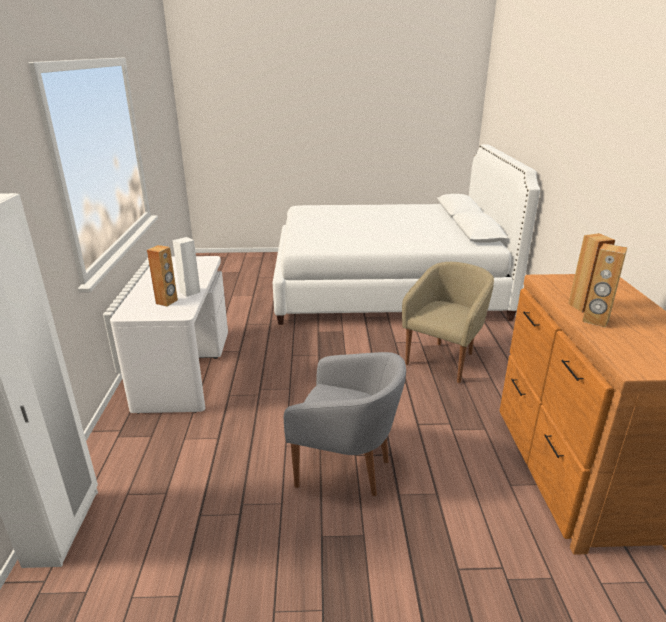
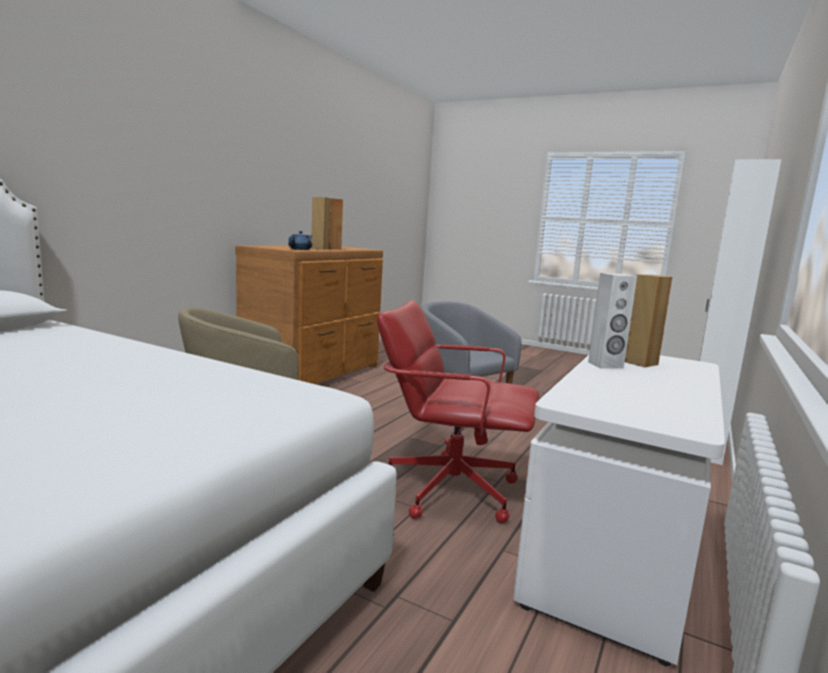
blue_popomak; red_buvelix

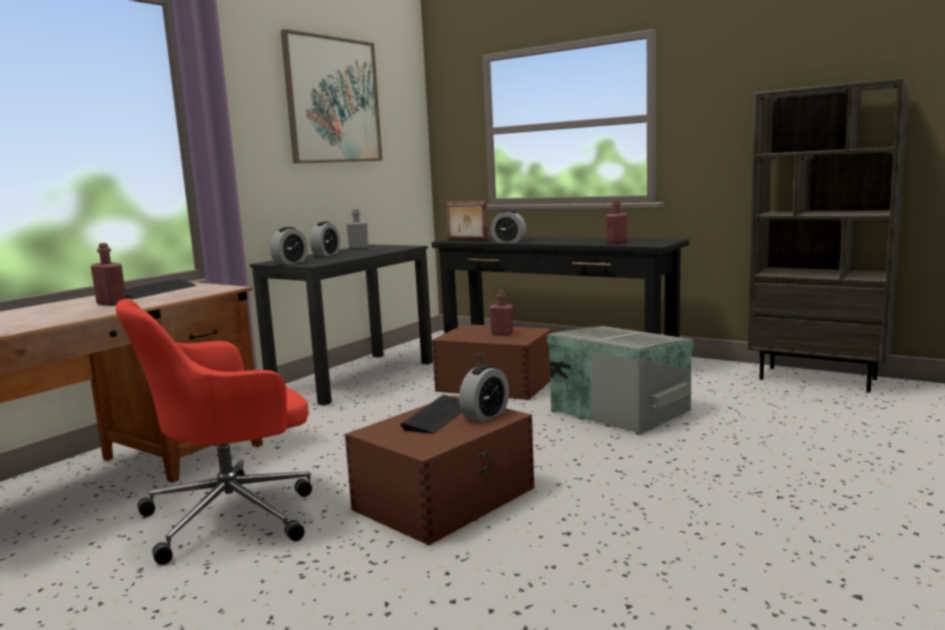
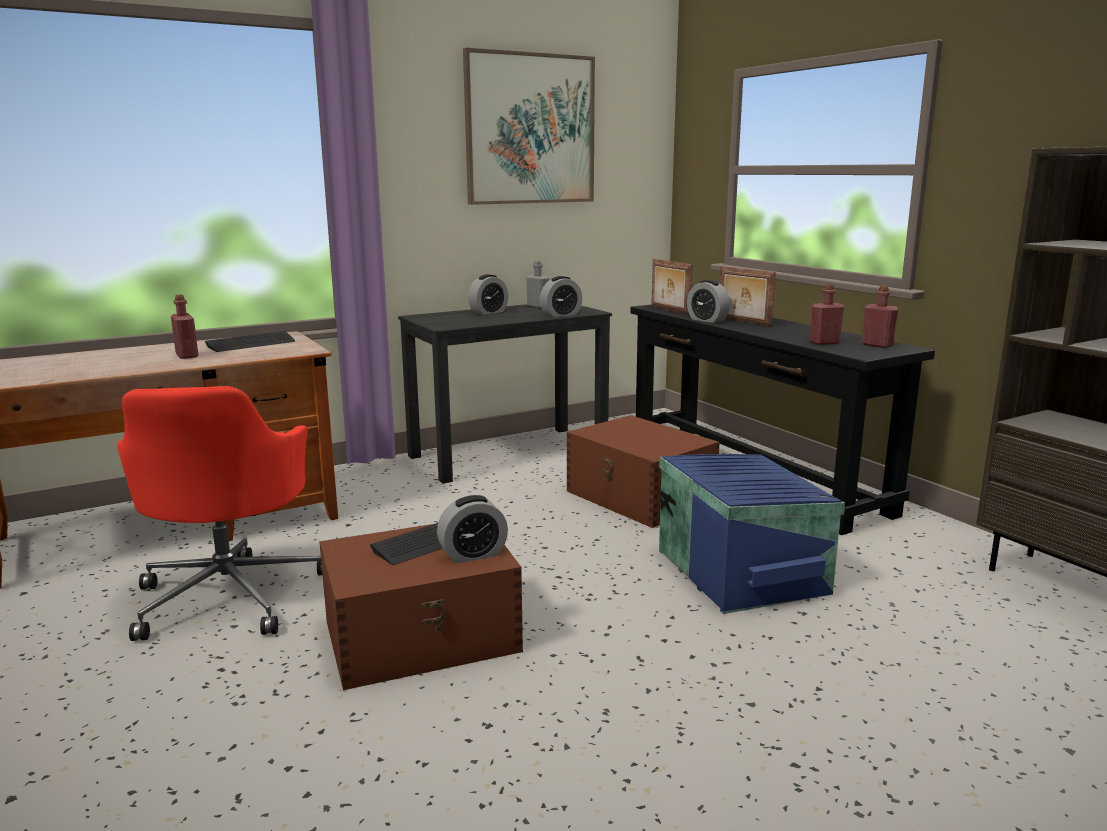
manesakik (2nd from left); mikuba (3rd from left); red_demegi (3rd from left); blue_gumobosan; red_buvelix

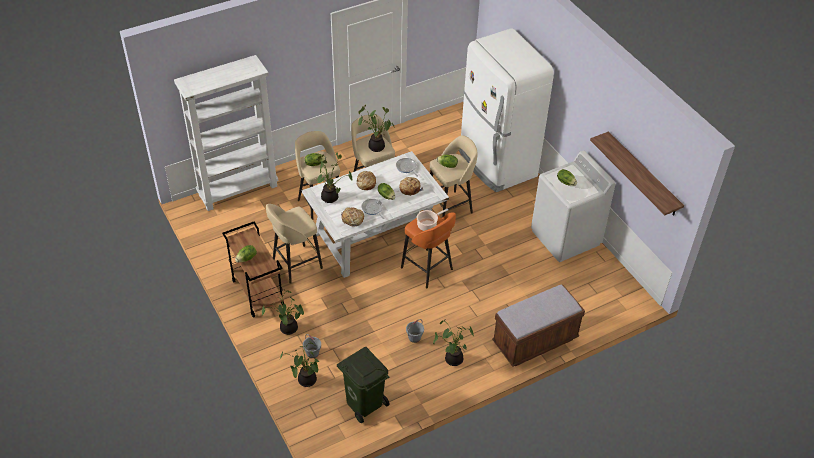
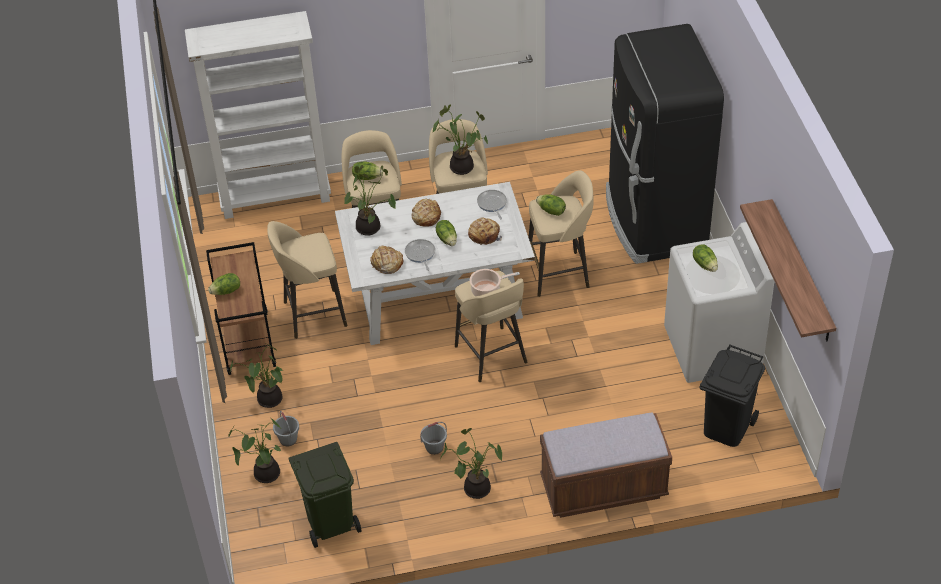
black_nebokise; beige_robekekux (4th from left); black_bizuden

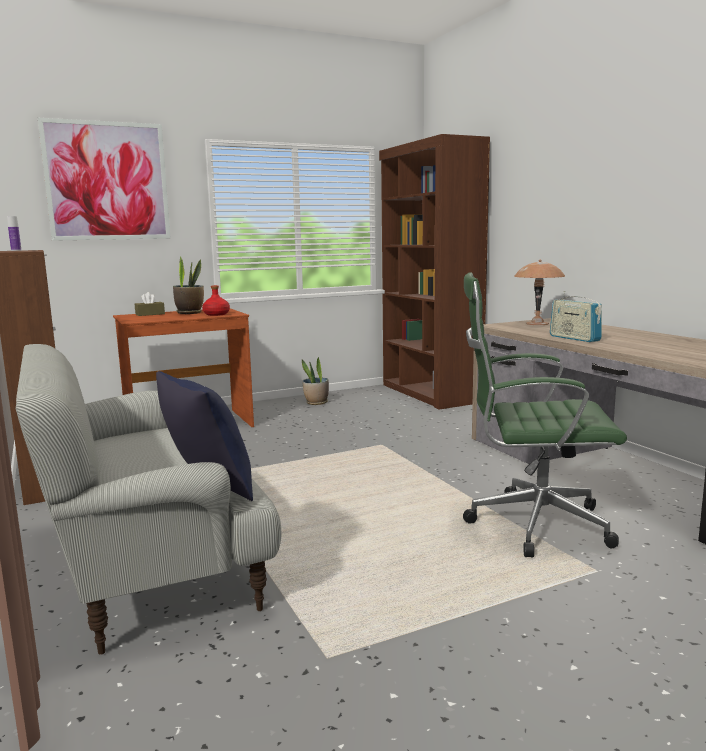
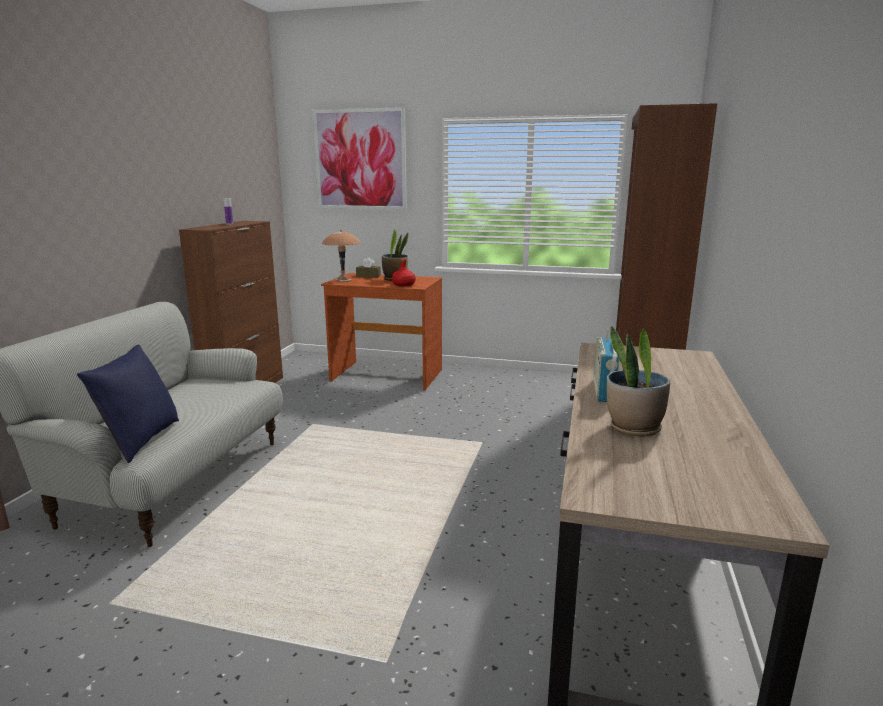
green_buvelix; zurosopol (2nd from left); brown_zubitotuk

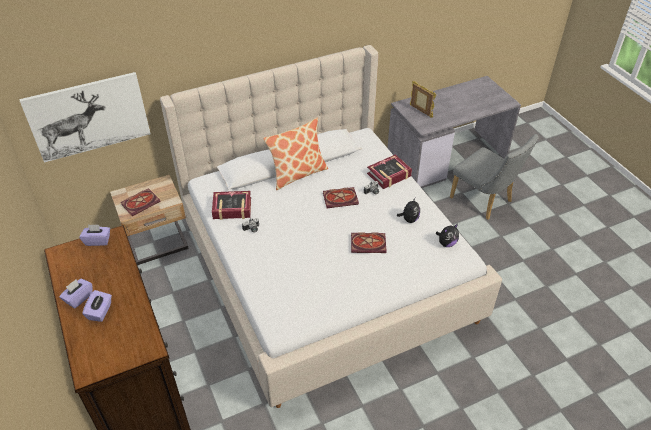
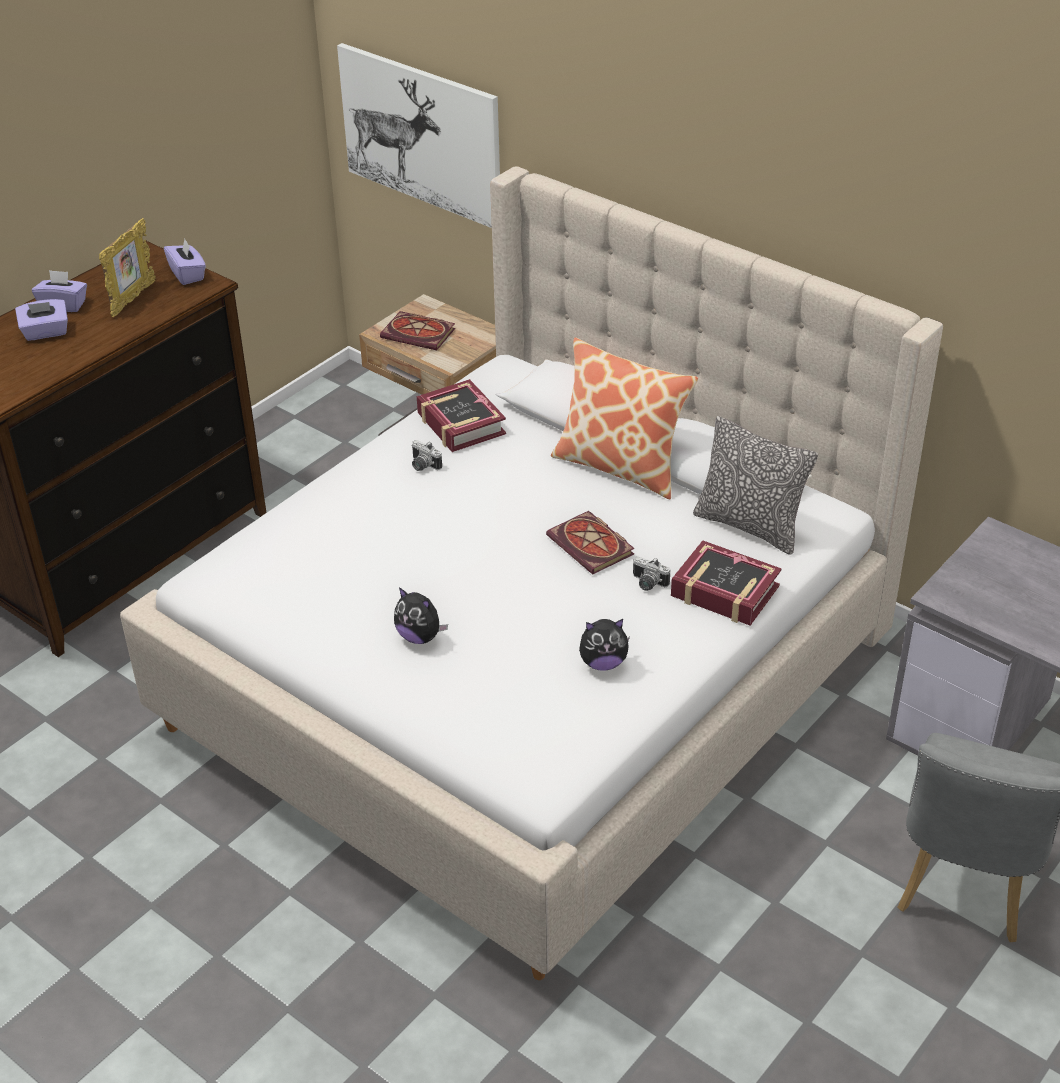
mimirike (4th from left in the first image); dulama (2nd from left); manesakik; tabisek (1st from left)

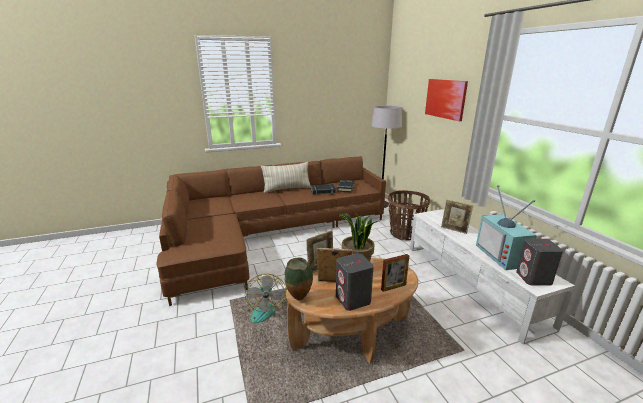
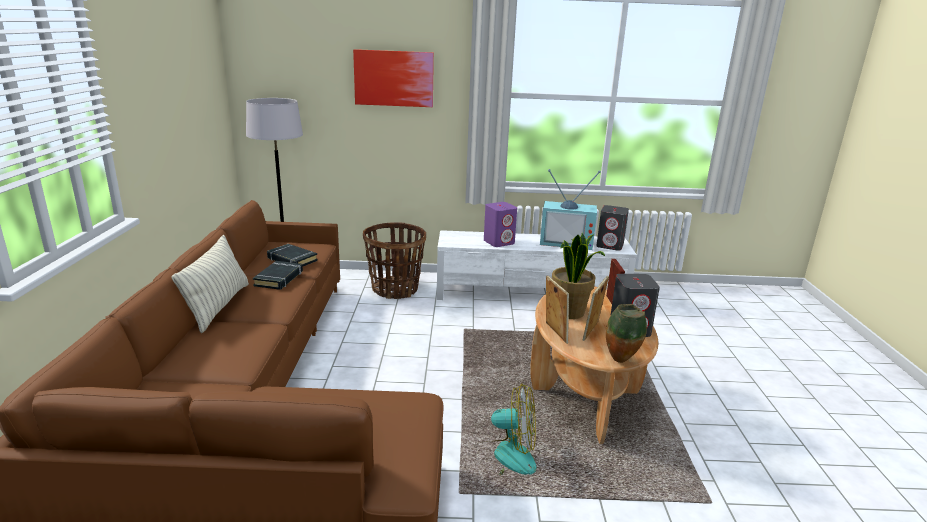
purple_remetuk

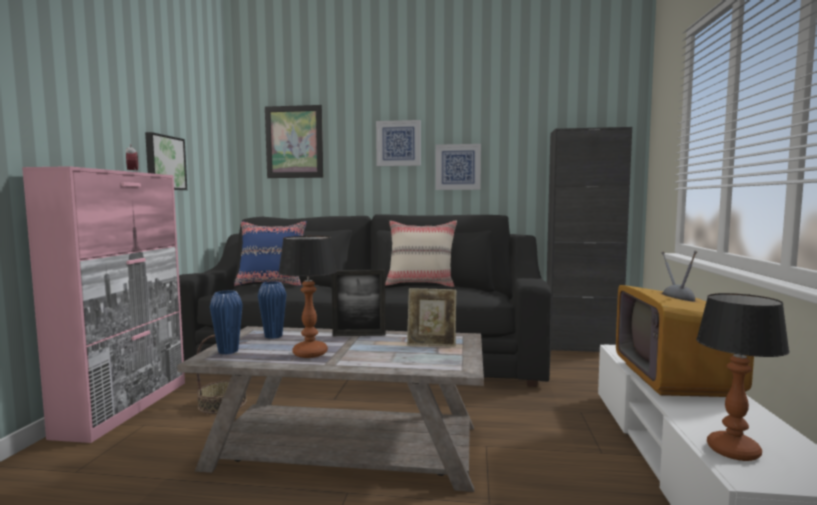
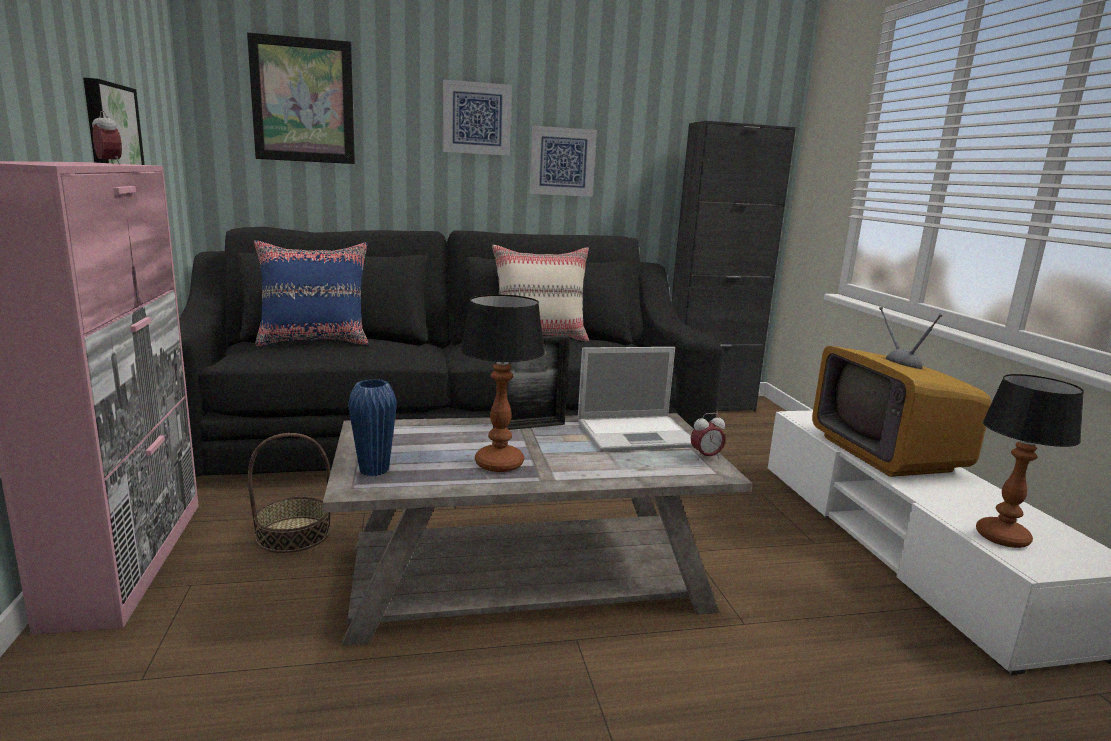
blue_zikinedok (2nd from left in the first image); mikuba (2nd from left); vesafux

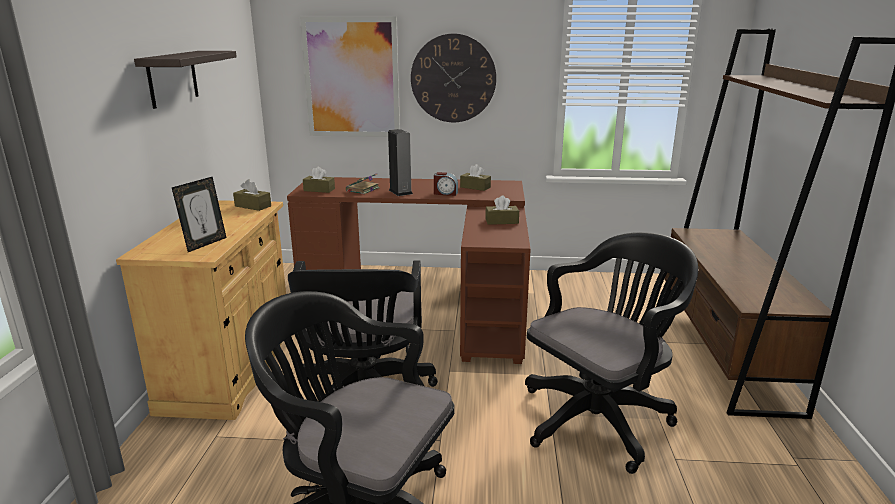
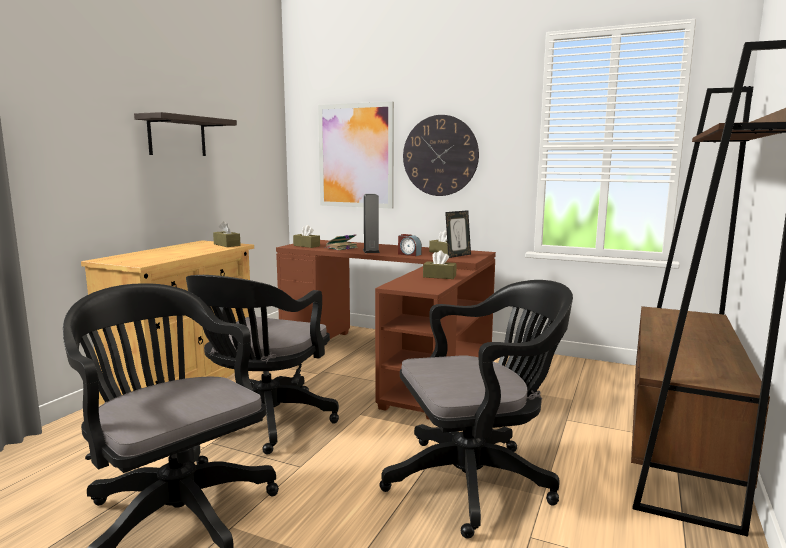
manesakik

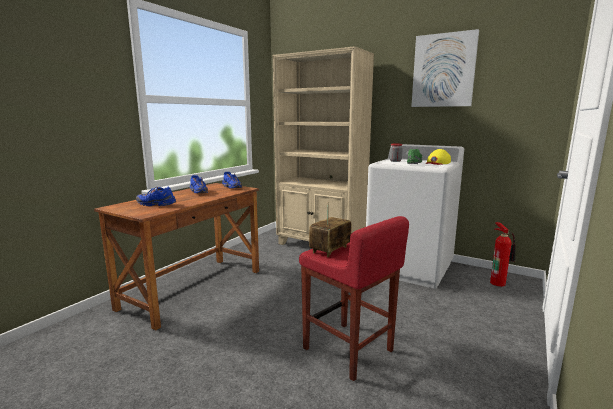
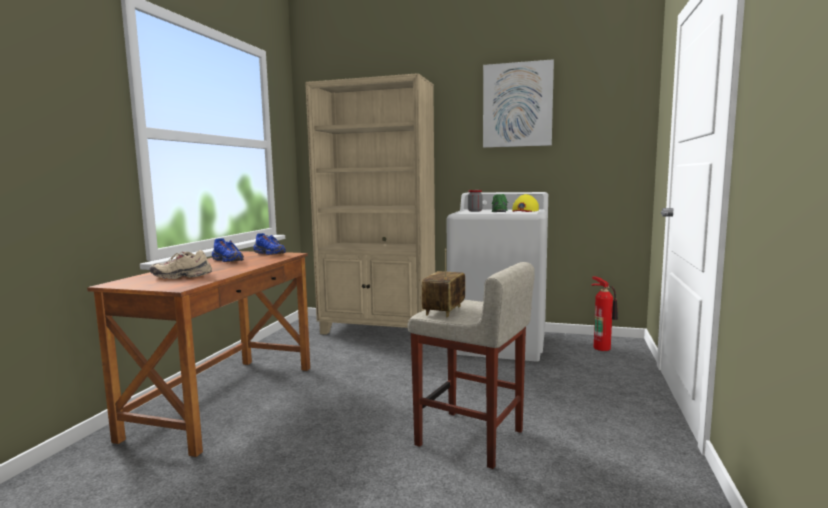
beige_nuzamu; beige_robekekux

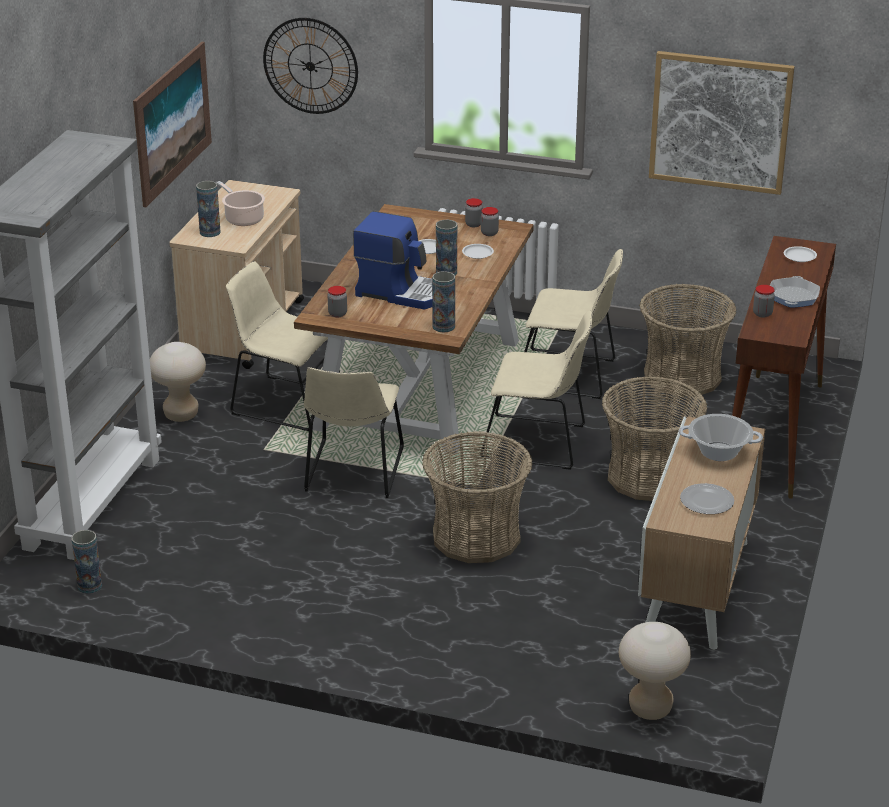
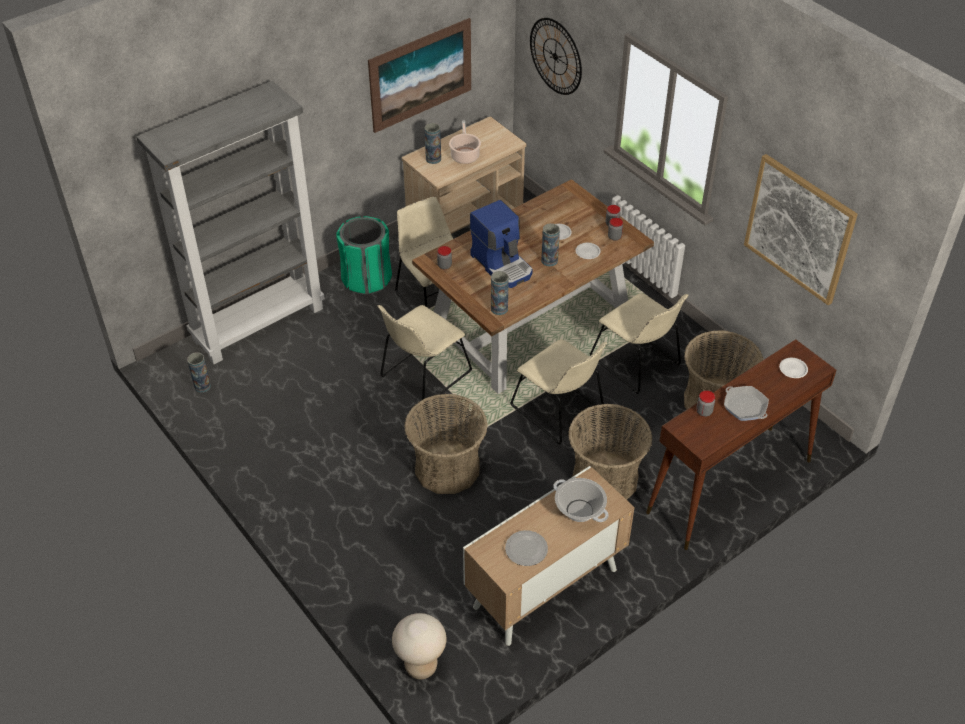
green_nebokise; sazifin

